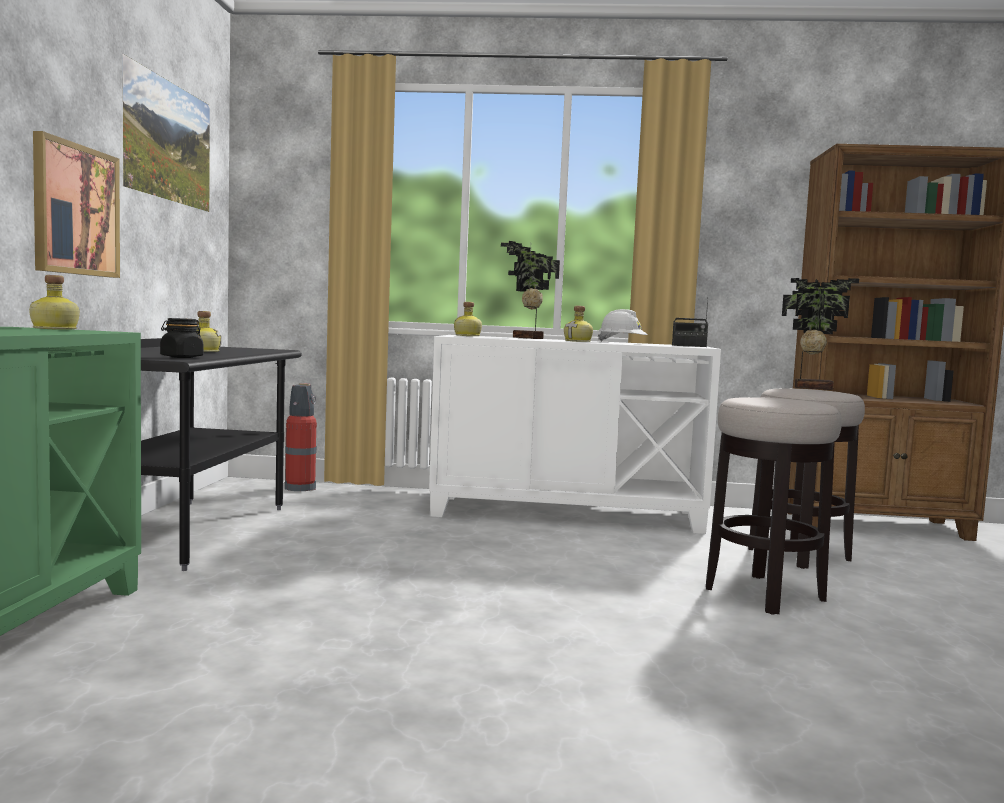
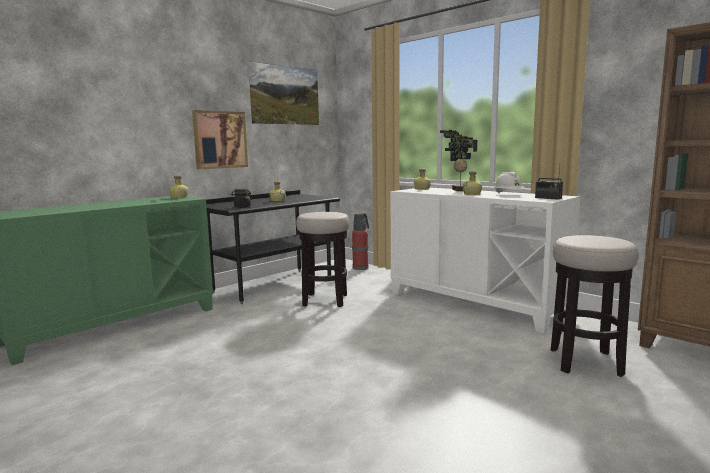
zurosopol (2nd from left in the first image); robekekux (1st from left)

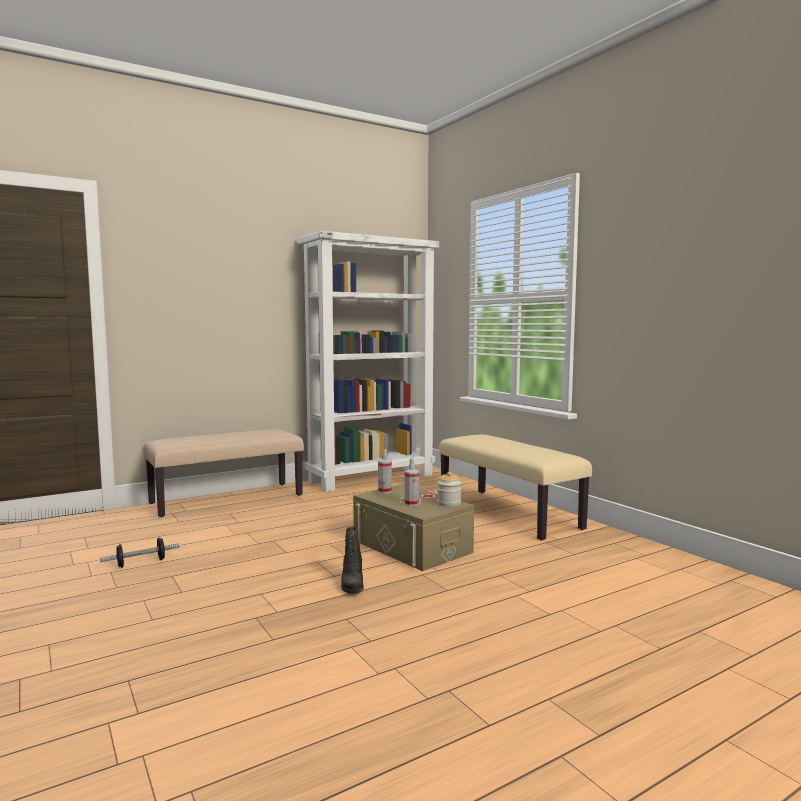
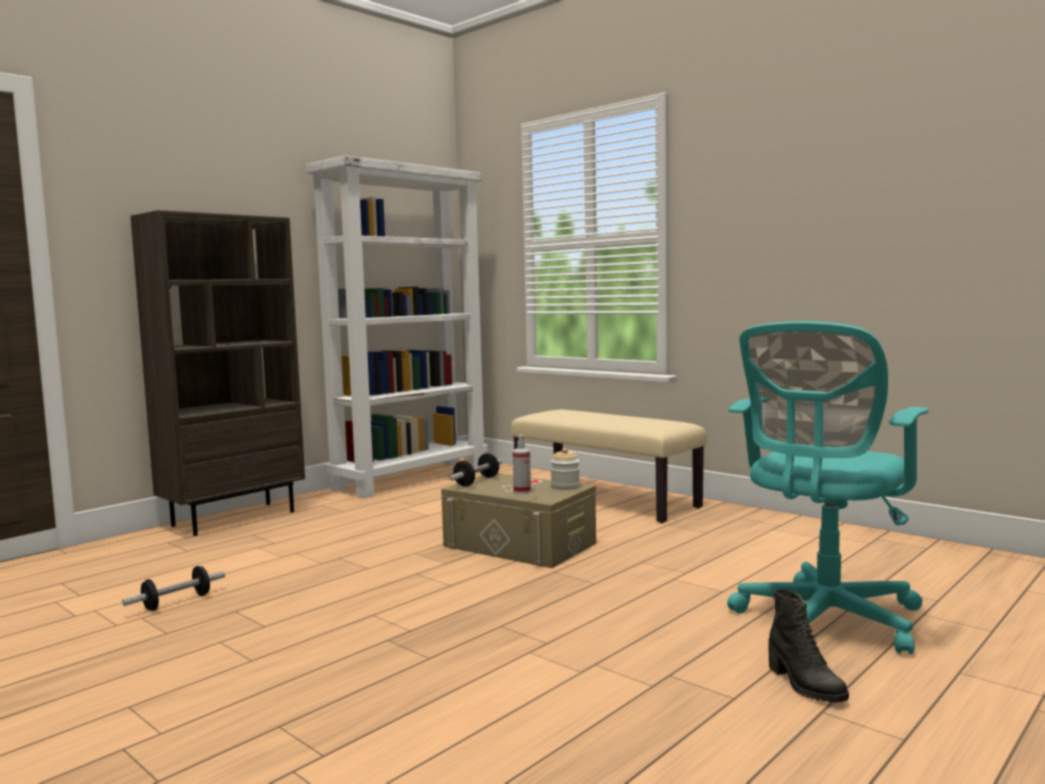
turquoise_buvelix; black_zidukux; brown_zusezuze; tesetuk (2nd from left)

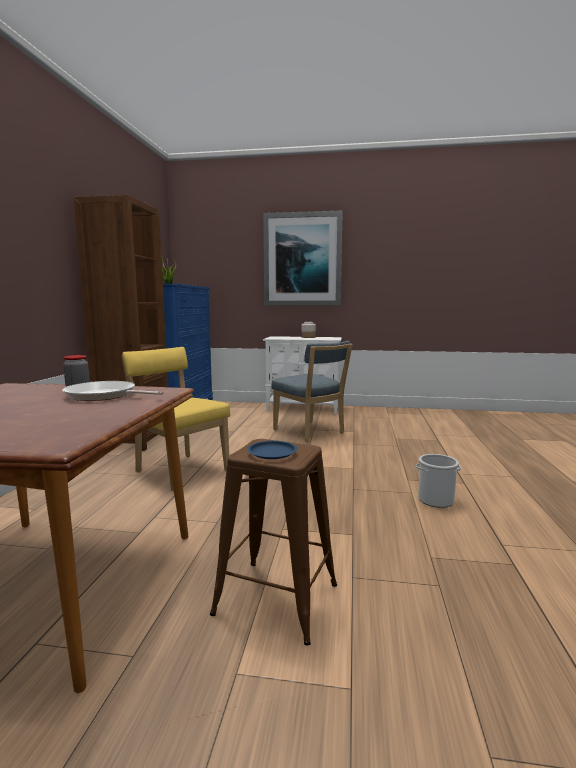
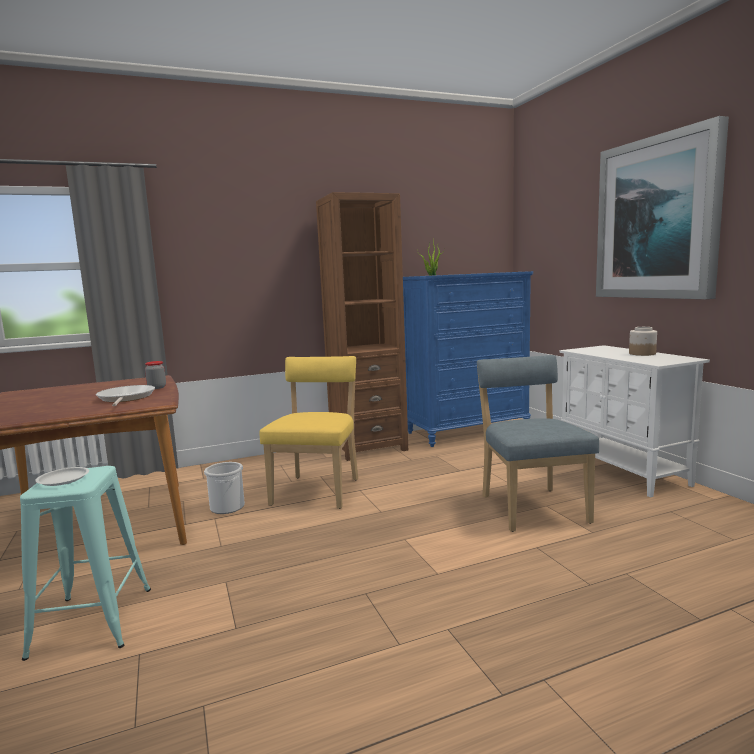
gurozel; turquoise_robekekux; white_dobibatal; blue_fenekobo

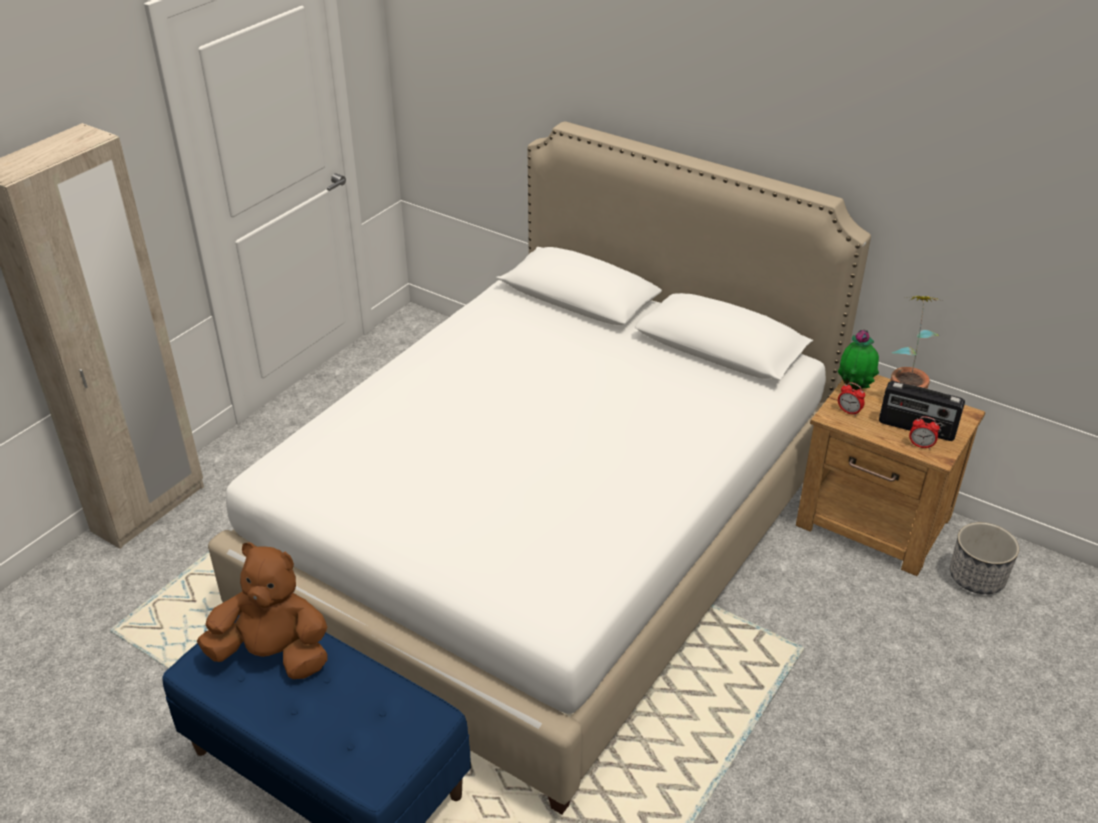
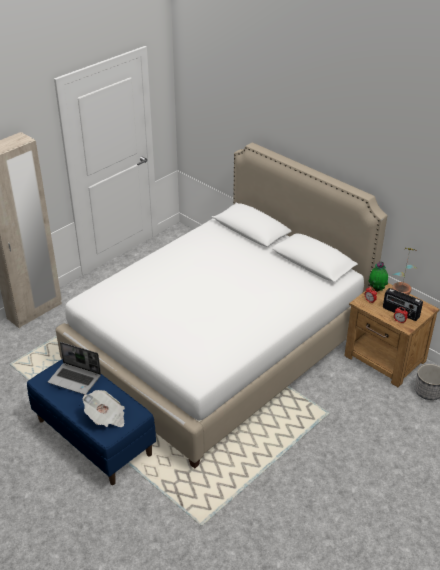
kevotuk; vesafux

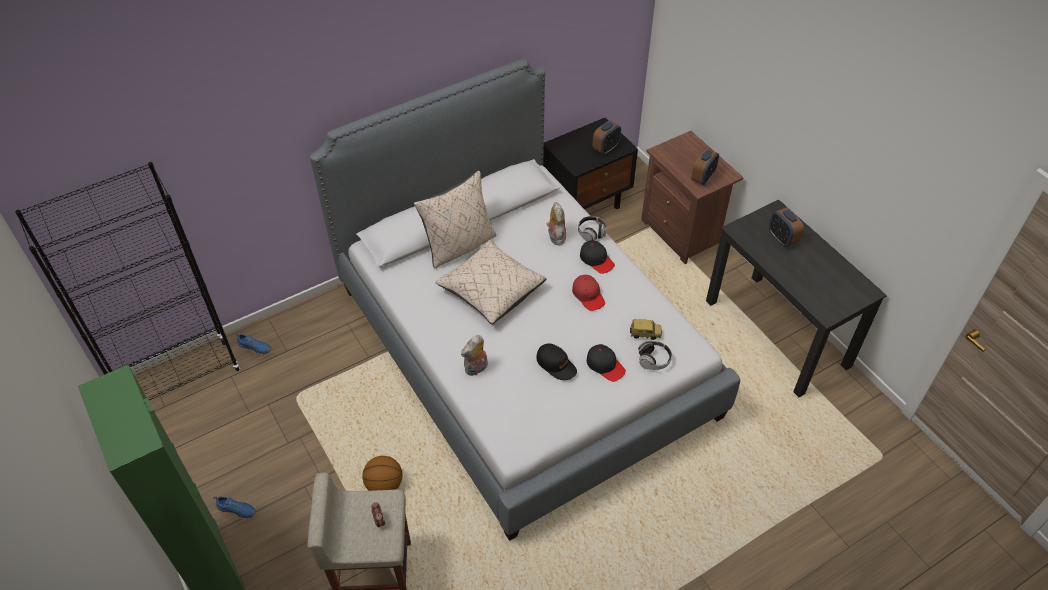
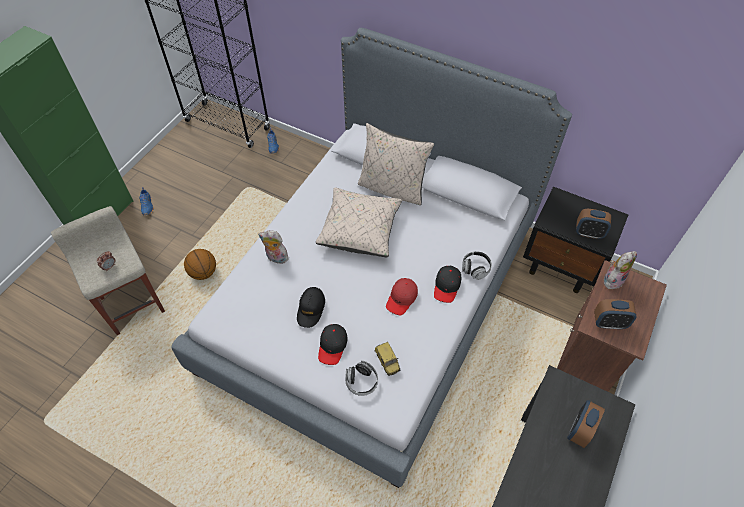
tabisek (2nd from left)

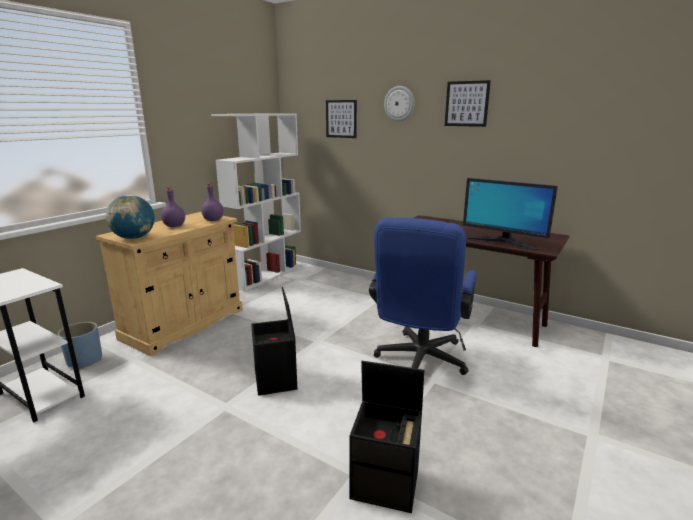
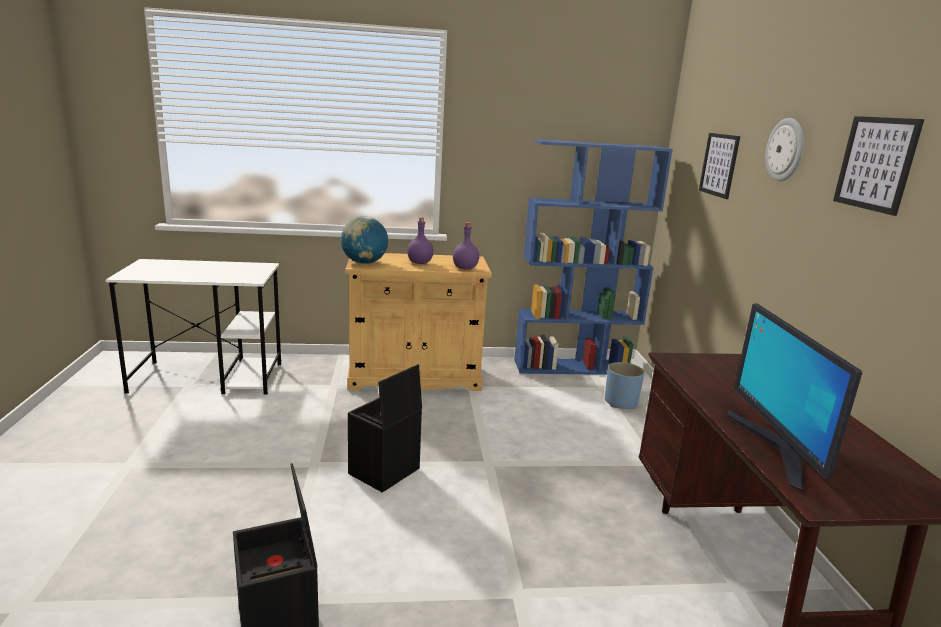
blue_buvelix; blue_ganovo; blue_zusezuze

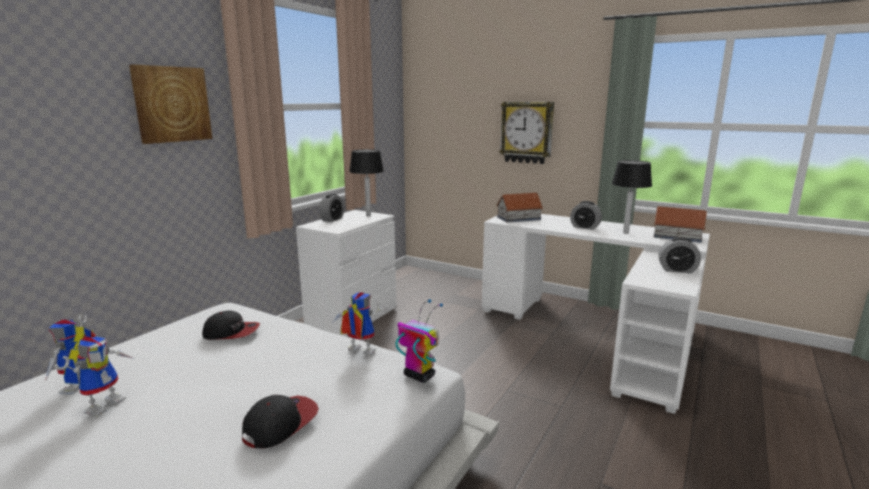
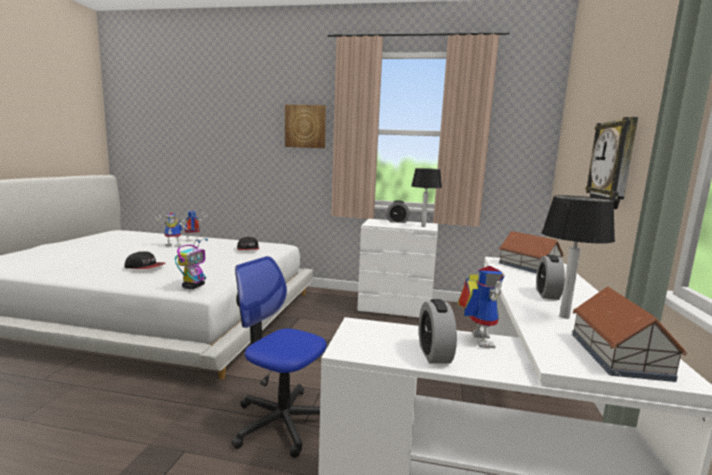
buvelix; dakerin (4th from left)

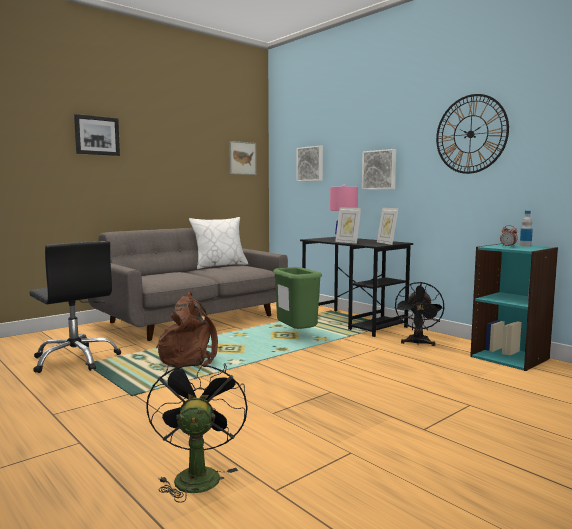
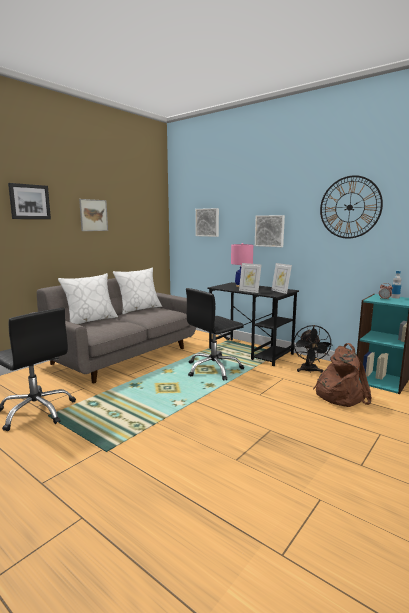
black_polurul (1st from left in the first image); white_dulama (1st from left); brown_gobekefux; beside (2nd from left); black_buvelix (2nd from left)

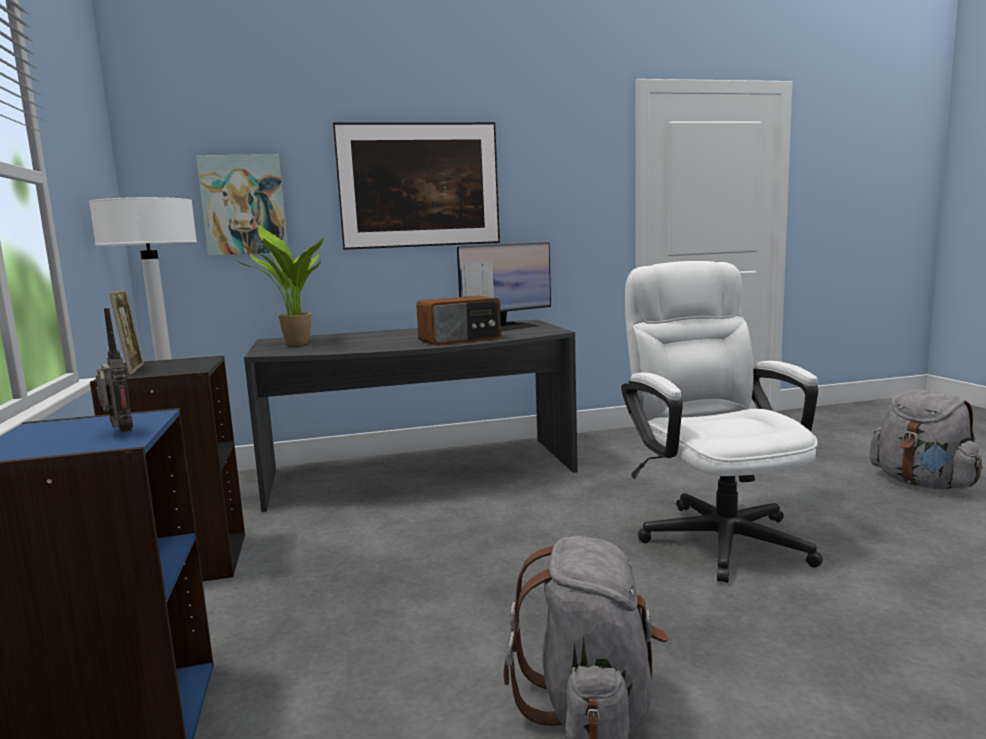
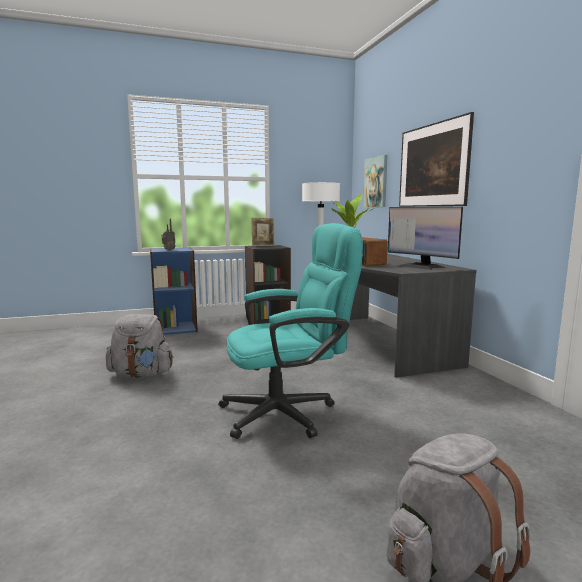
turquoise_buvelix

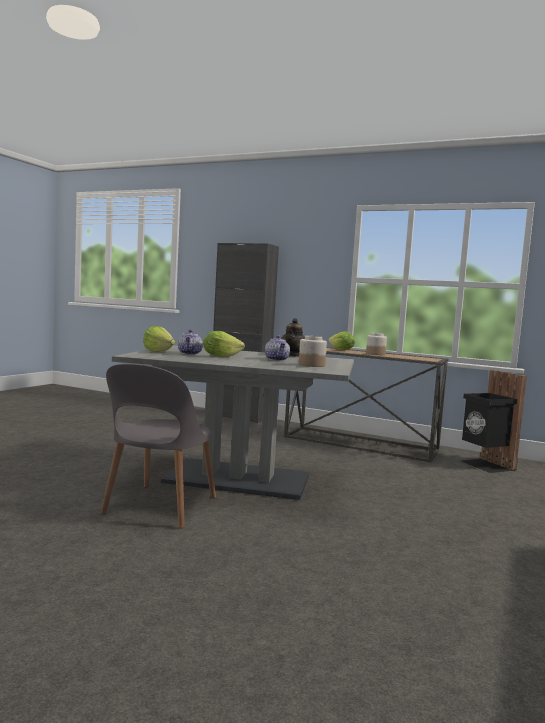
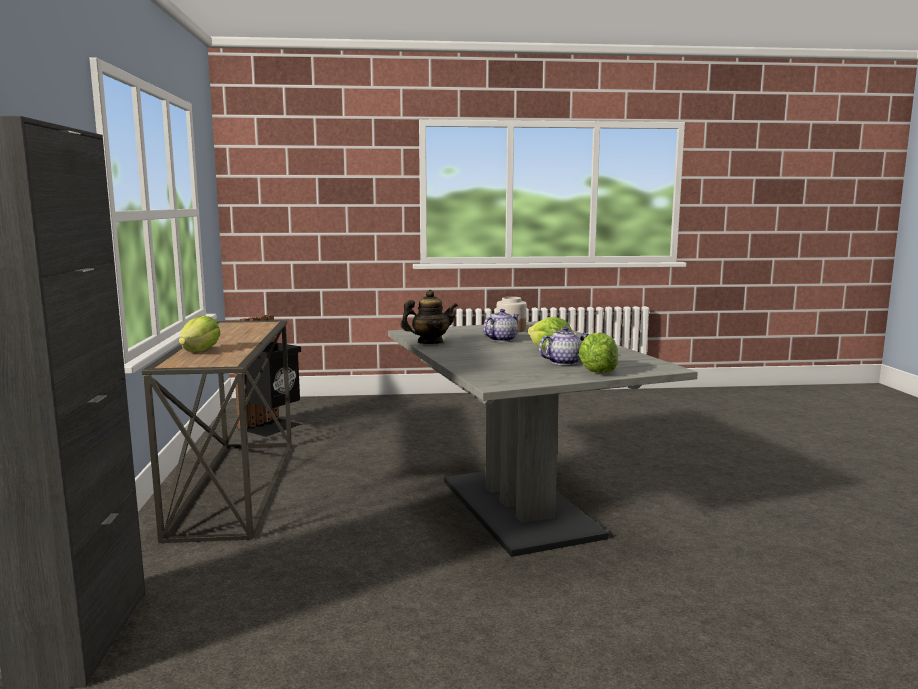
grey_fenekobo; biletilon (2nd from left in the first image)

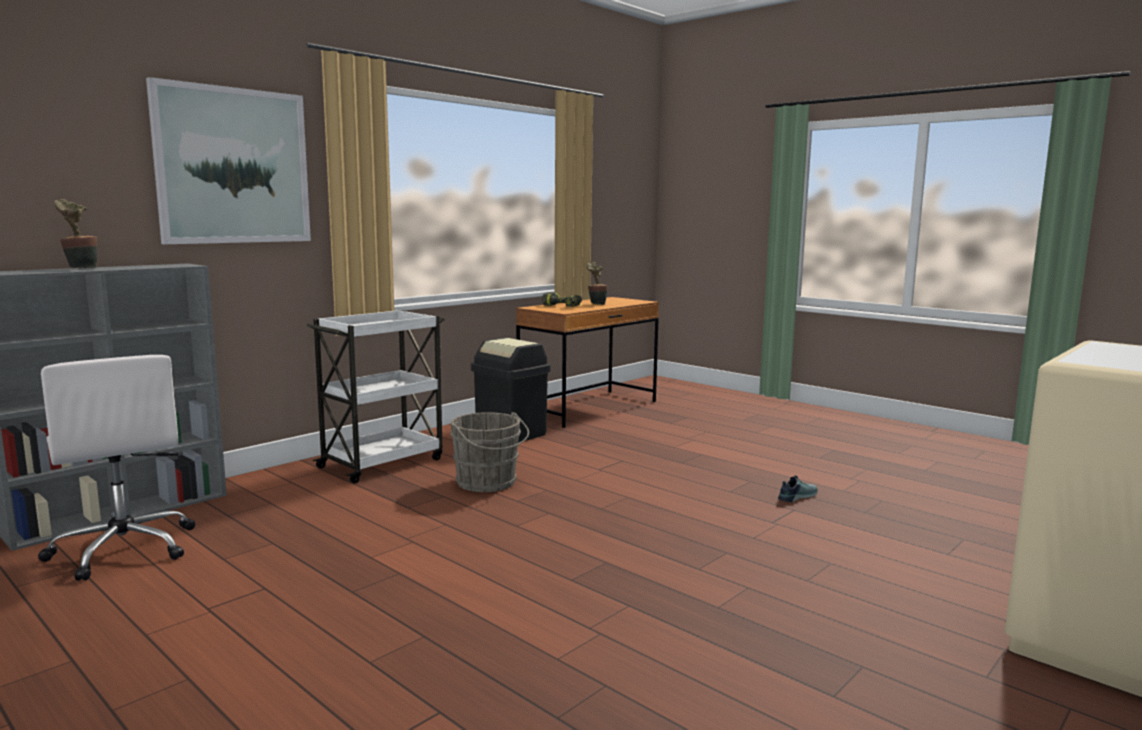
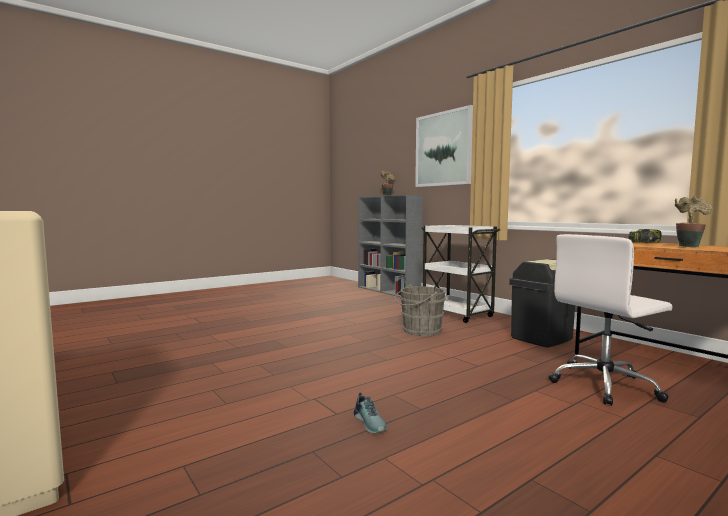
white_buvelix

